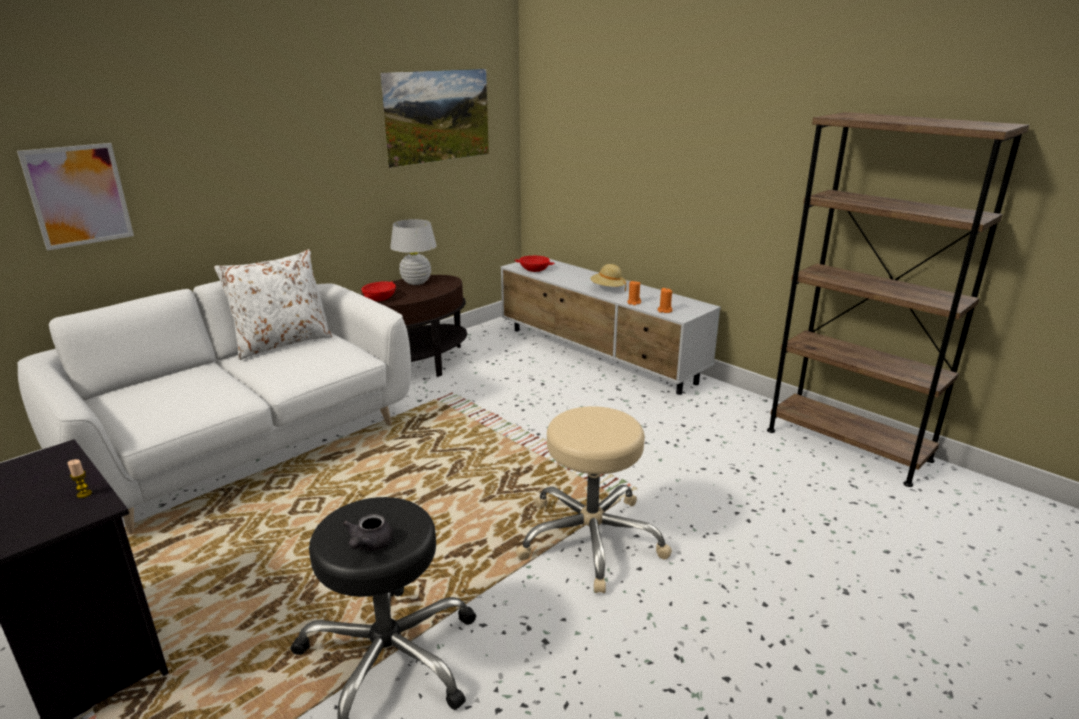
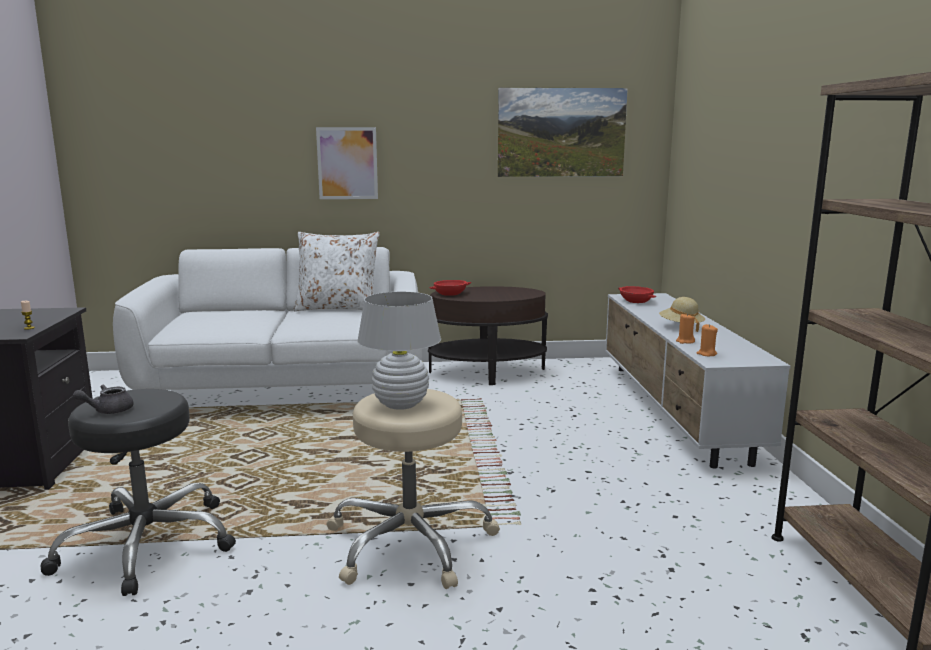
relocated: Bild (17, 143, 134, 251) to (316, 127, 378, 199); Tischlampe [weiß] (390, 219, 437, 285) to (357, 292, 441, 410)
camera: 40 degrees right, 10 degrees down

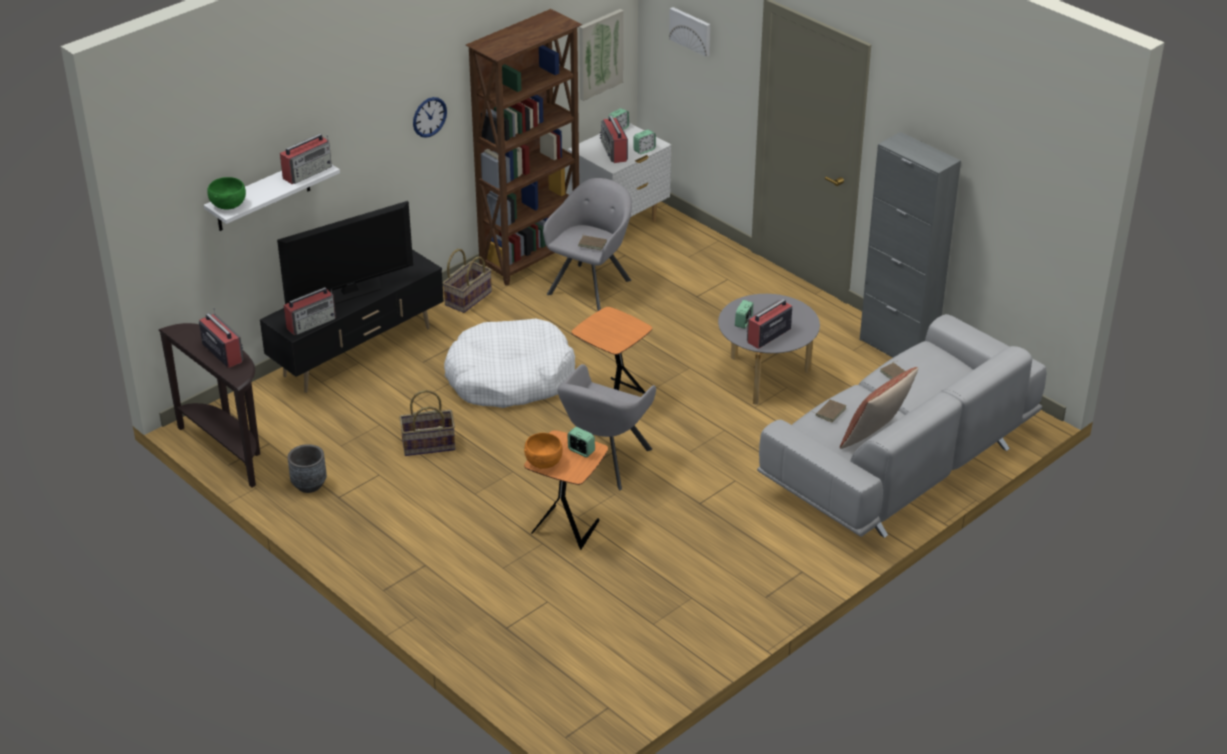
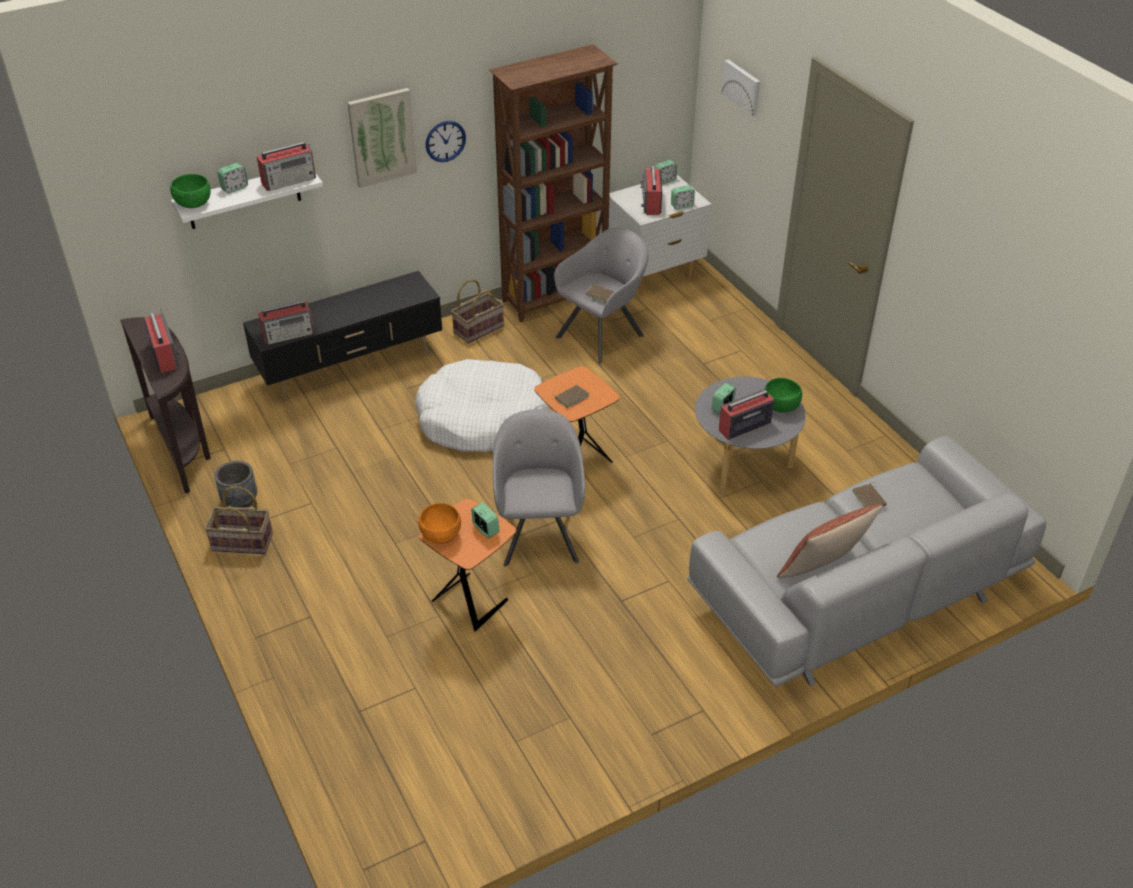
missing: Fernseher (277, 201, 413, 304); Schrank [grau] (860, 132, 961, 358)
appeared: Wecker (217, 163, 248, 193); Schüssel [grün] (764, 378, 802, 413)
relocated: Korb (399, 390, 455, 456) to (204, 486, 273, 554); Bild (579, 9, 624, 101) to (347, 88, 417, 188); Buch [braun] (811, 400, 846, 423) to (551, 385, 589, 408)
spun: Sessel [grau] (557, 364, 656, 490) = (493, 409, 585, 567) 135 degrees clockwise
camera: 15 degrees right, 5 degrees up

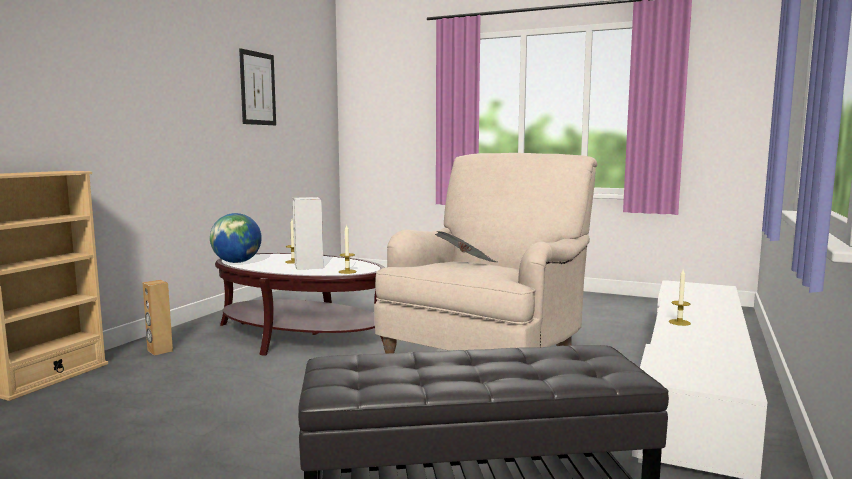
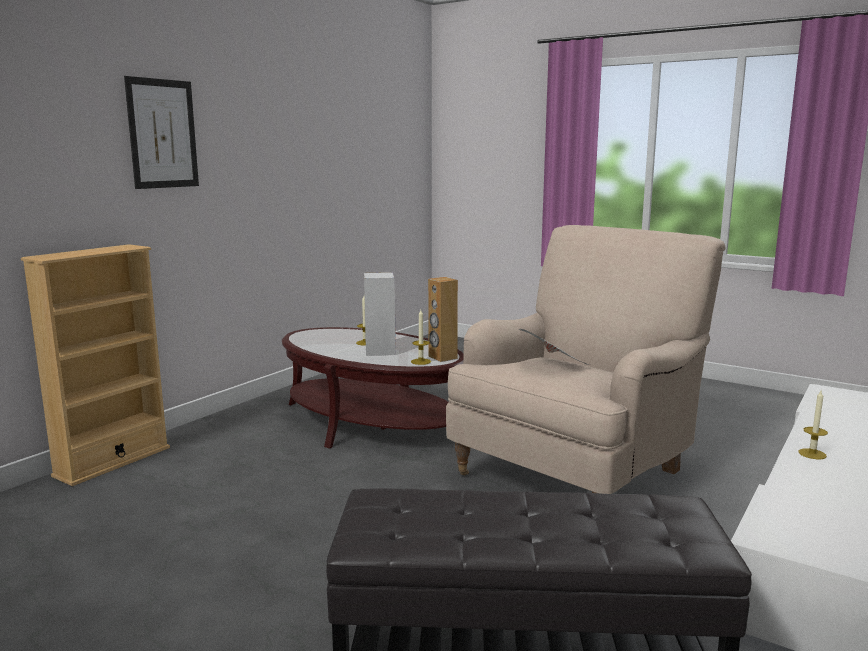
missing: Globus (210, 213, 262, 263)
relocated: Lautsprecher [braun] (142, 280, 173, 356) to (428, 277, 458, 362); Bild (239, 48, 276, 125) to (124, 76, 199, 189)
camera: 10 degrees right, 5 degrees up

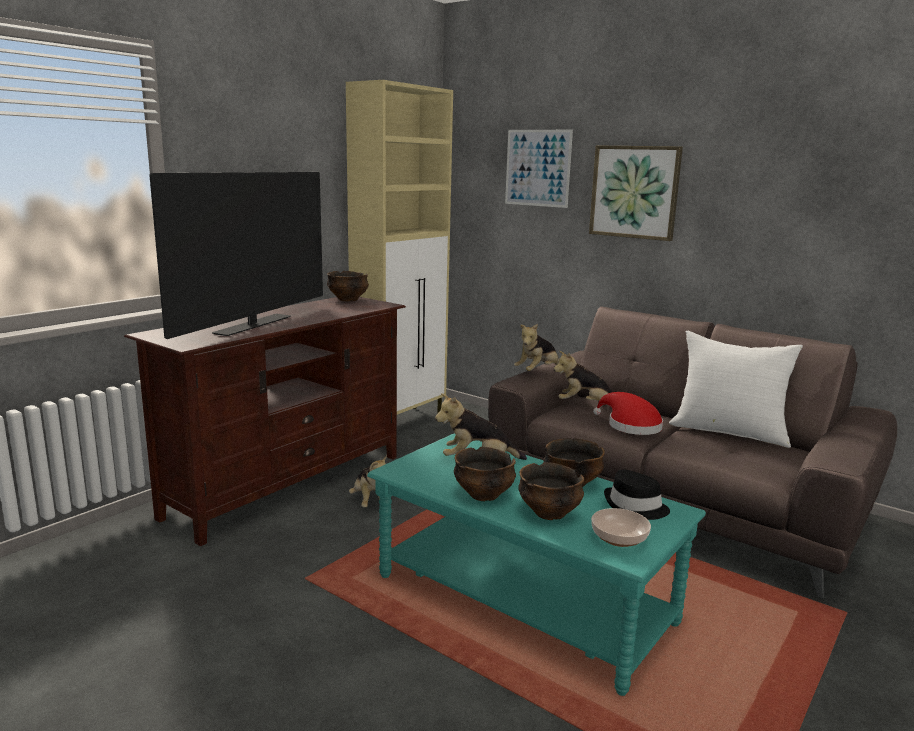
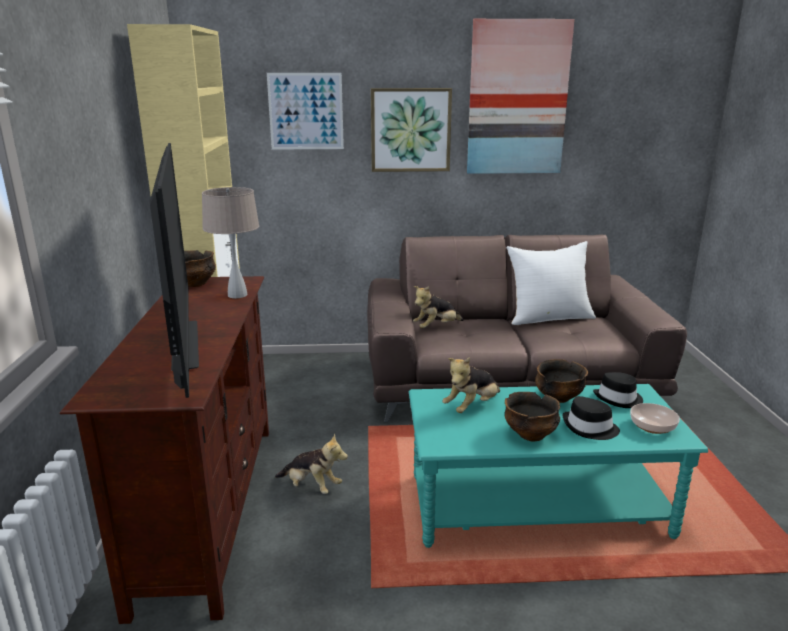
missing: Plüschtier (514, 324, 559, 371); Hut [rot] (593, 392, 663, 435)
appeared: Tischlampe [beige] (202, 187, 259, 298); Bild (467, 19, 575, 174)
exchanged: Schüssel (518, 462, 584, 520) to Hut [schwarz] (563, 396, 620, 440)
camera: 40 degrees left, 5 degrees up

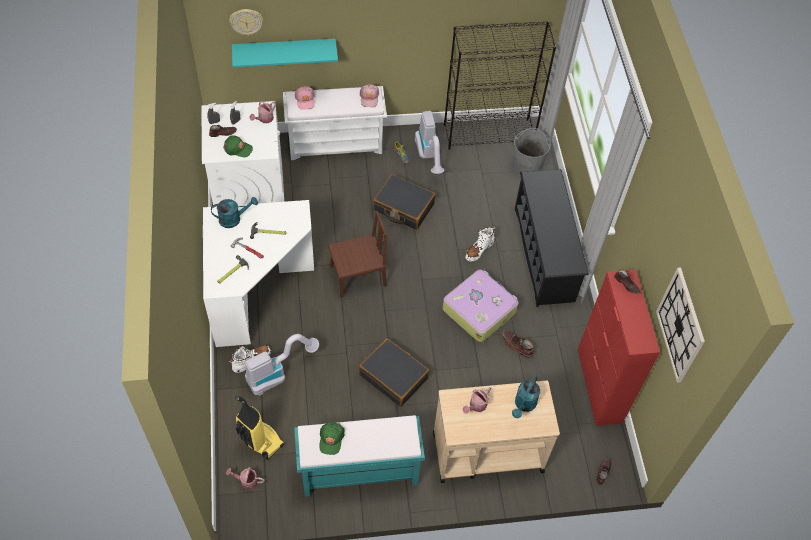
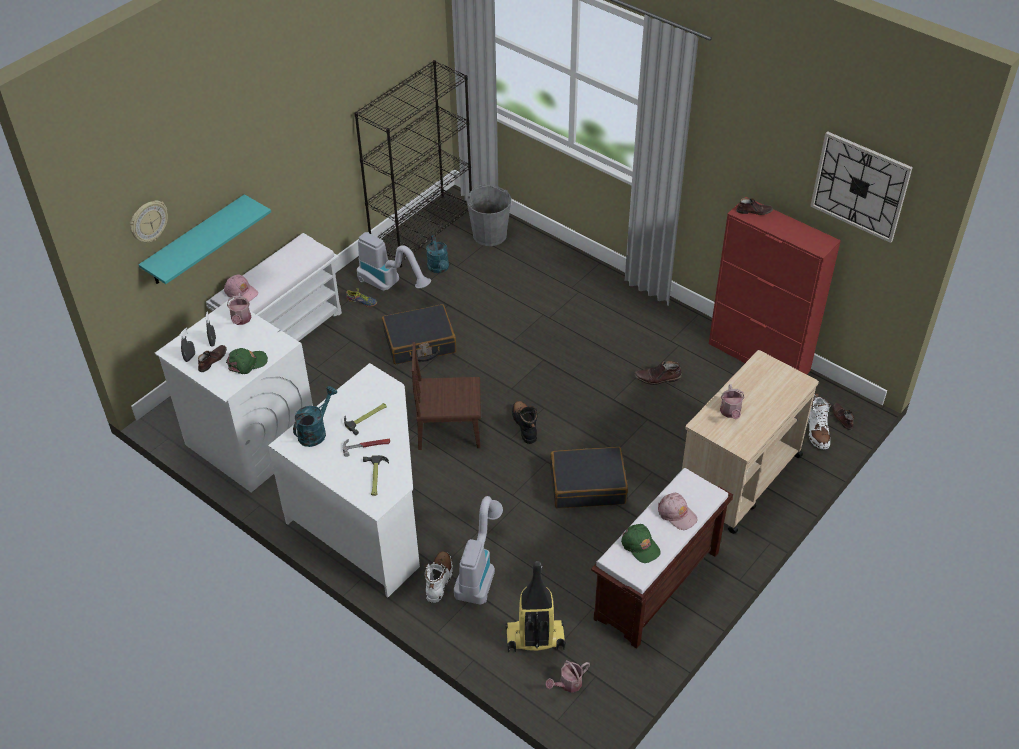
missing: Koffer (443, 270, 519, 342); Schuhregal [schwarz] (515, 169, 589, 307)
appeared: Stiefel [schwarz] (512, 401, 537, 444)
relocated: Kappe [rosa] (360, 84, 379, 107) to (658, 493, 698, 530); Stiefel [weiß] (465, 226, 495, 262) to (808, 393, 831, 449); Gießkanne [türkis] (512, 375, 540, 418) to (426, 235, 449, 273)
colour: Bank [türkis] (294, 415, 425, 497) to Bank [braun] (591, 468, 733, 649)
spun: Stuhl [braun] (328, 211, 387, 297) = (412, 342, 481, 450) 120 degrees counterclockwise
camera: 40 degrees left, 10 degrees down

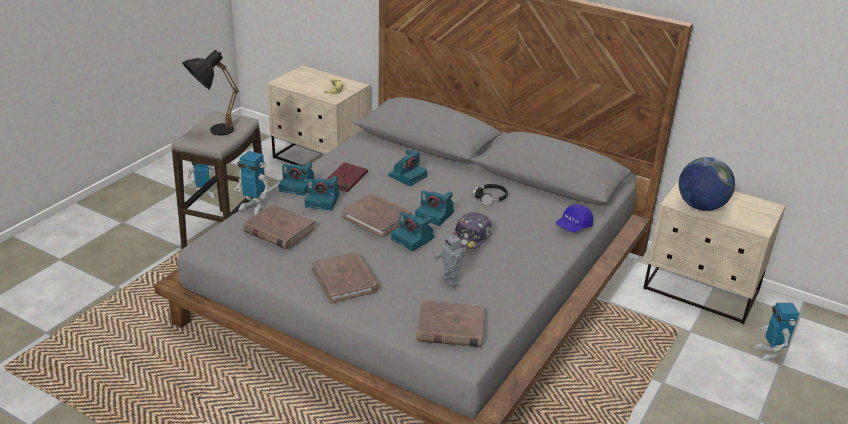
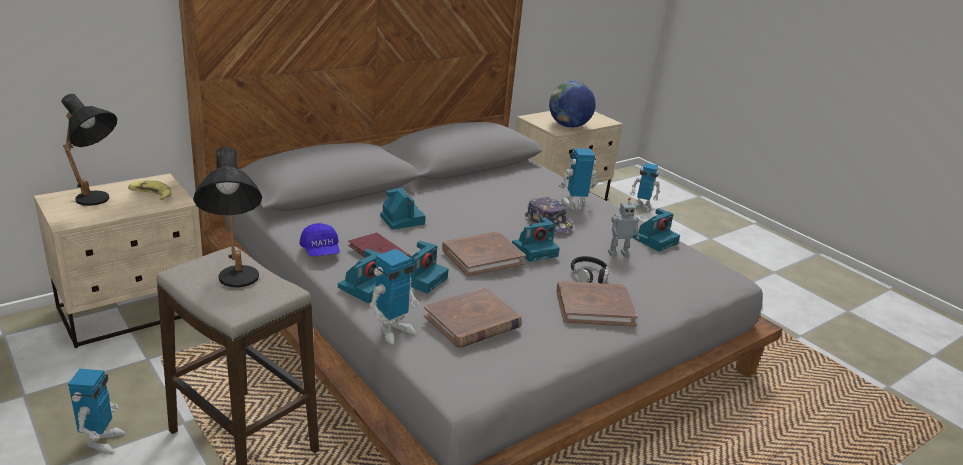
missing: Buch [braun] (417, 300, 484, 347)
appeared: Tischlampe [schwarz] (62, 94, 117, 206); Spielzeugroboter (558, 148, 598, 210)
relocated: Kamera (415, 190, 454, 226) to (632, 208, 680, 251); Kopfhörer [schwarz] (473, 184, 508, 206) to (571, 256, 609, 284); Kappe [blau] (556, 205, 593, 232) to (300, 223, 340, 256)
camera: 70 degrees left, 5 degrees down

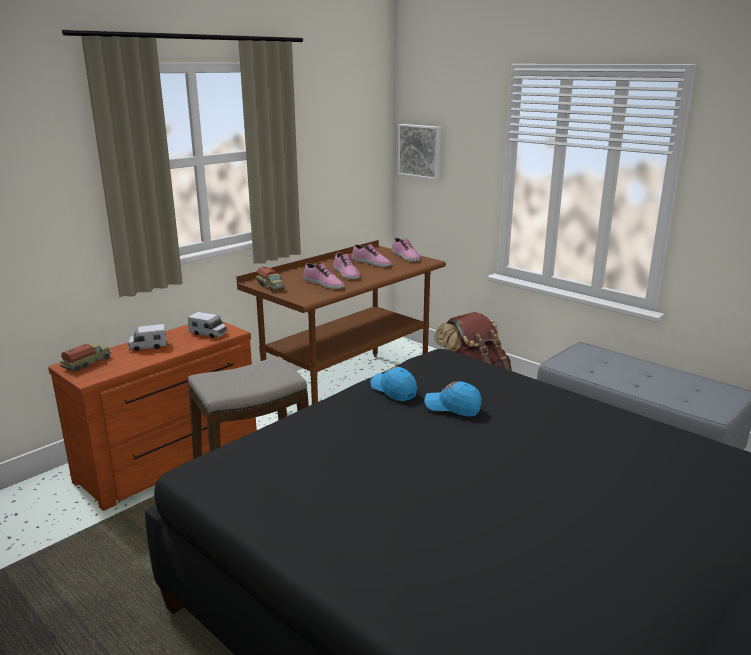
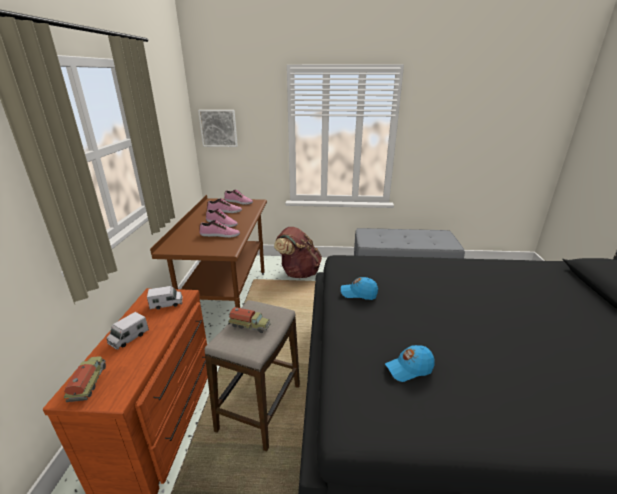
relocated: Spielzeuglaster (256, 266, 285, 291) to (228, 307, 271, 333); Kappe [blau] (424, 382, 481, 417) to (385, 345, 434, 382)
camera: 40 degrees left, 5 degrees up

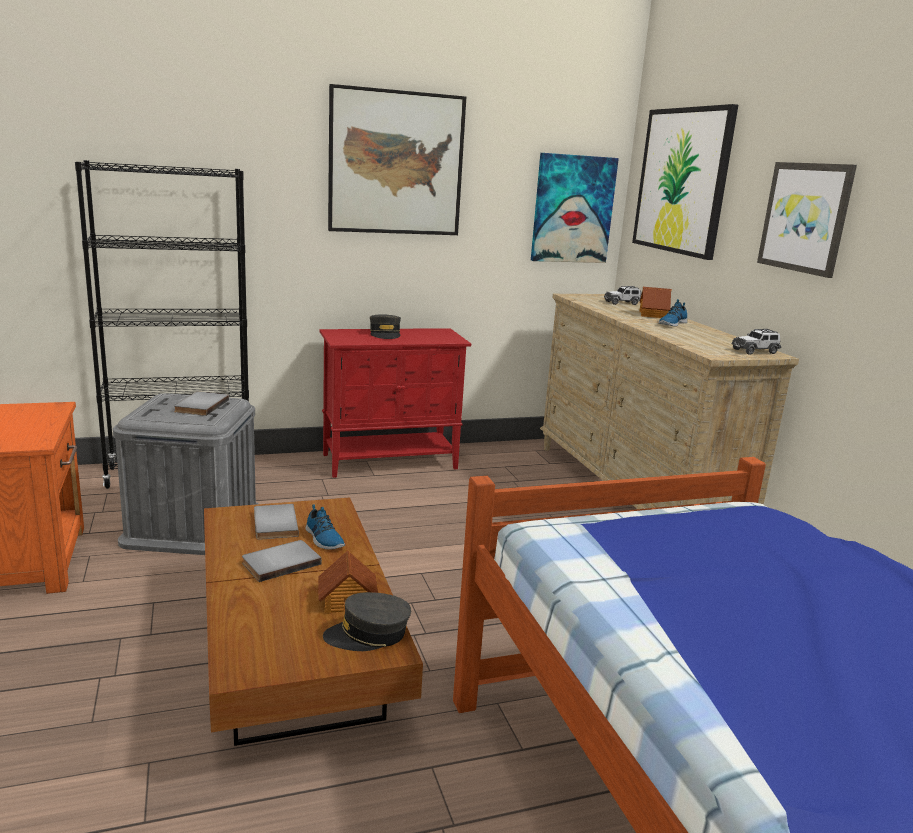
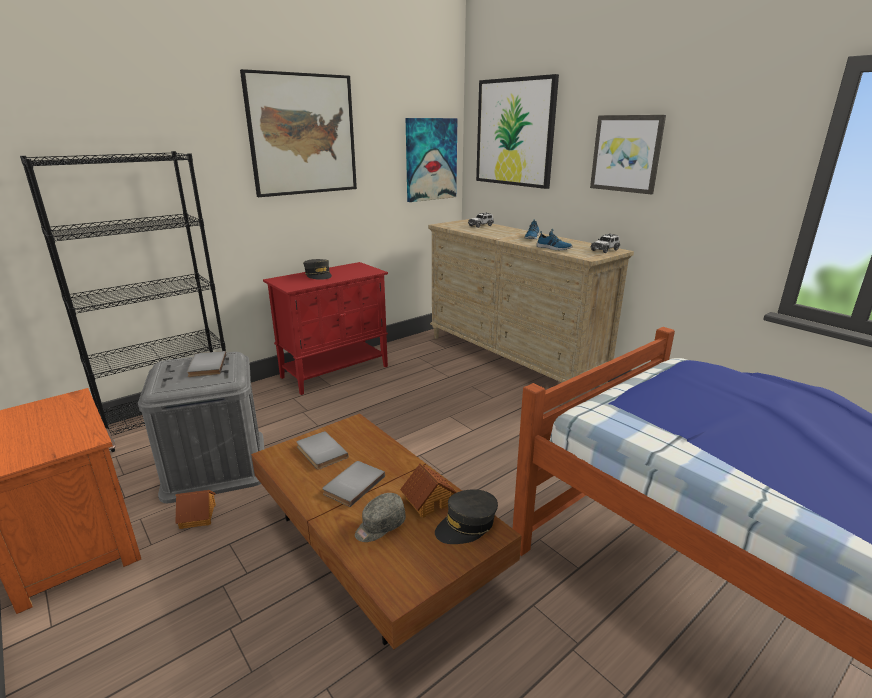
appeared: Kappe [grau] (355, 493, 406, 542)
relocated: Schuh (305, 504, 345, 550) to (536, 231, 573, 250); Spielzeughaus (639, 287, 672, 318) to (175, 490, 216, 529)
camera: 20 degrees left, 5 degrees up

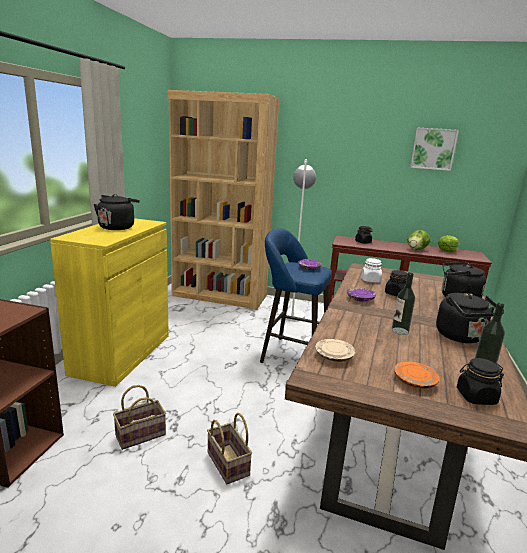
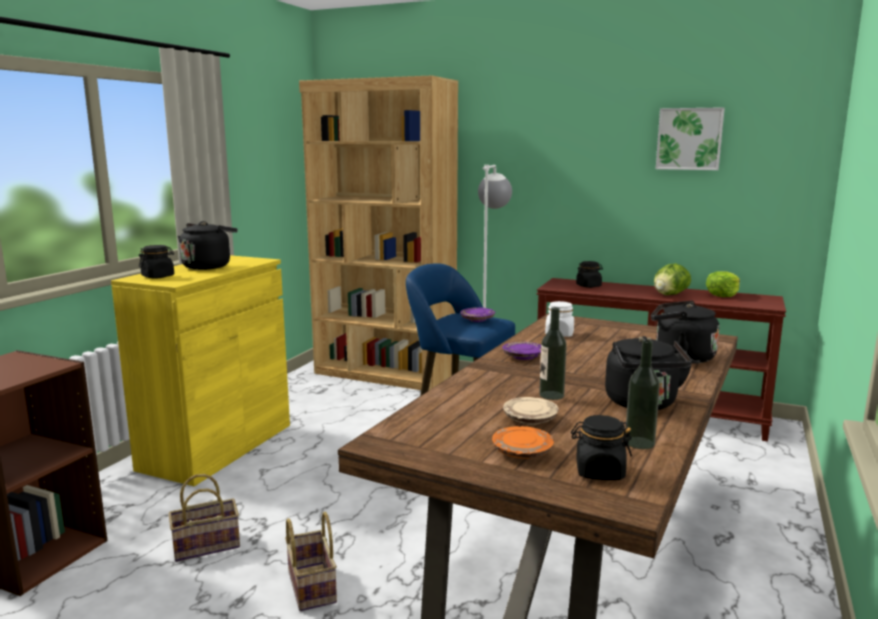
relocated: Teller [beige] (315, 339, 355, 362) to (503, 397, 559, 425); Vorratsglas [schwarz] (385, 270, 408, 296) to (139, 245, 174, 278)
camera: 10 degrees right, 5 degrees down

